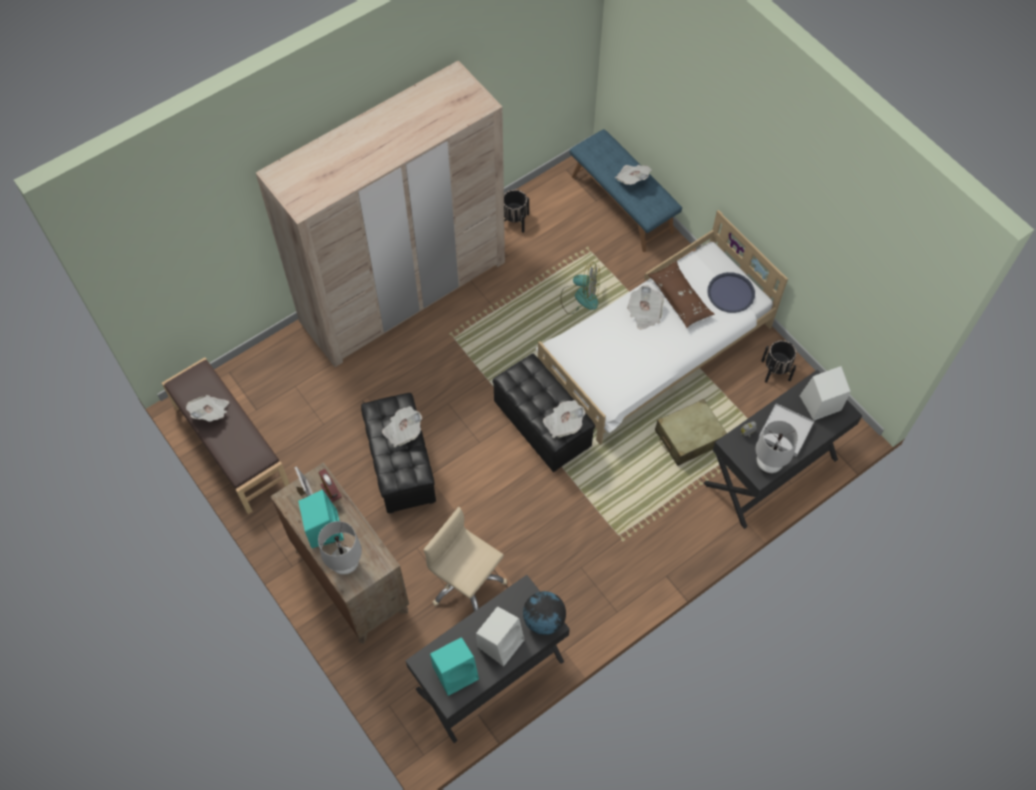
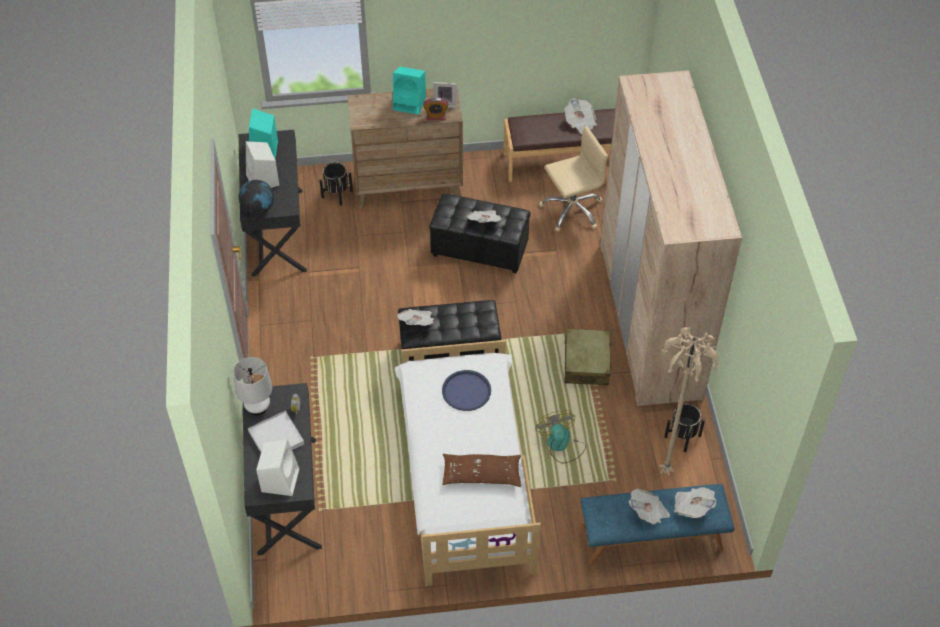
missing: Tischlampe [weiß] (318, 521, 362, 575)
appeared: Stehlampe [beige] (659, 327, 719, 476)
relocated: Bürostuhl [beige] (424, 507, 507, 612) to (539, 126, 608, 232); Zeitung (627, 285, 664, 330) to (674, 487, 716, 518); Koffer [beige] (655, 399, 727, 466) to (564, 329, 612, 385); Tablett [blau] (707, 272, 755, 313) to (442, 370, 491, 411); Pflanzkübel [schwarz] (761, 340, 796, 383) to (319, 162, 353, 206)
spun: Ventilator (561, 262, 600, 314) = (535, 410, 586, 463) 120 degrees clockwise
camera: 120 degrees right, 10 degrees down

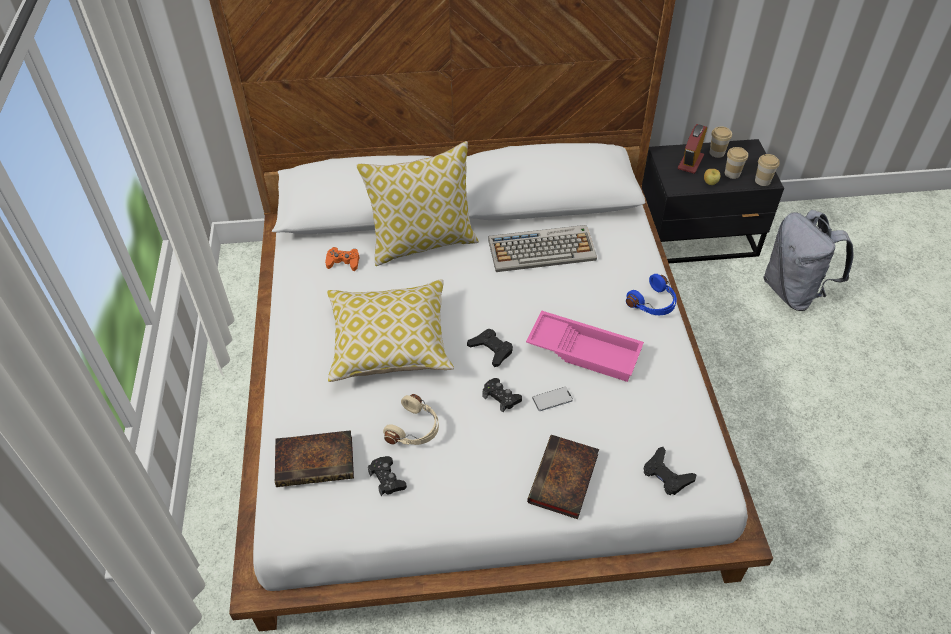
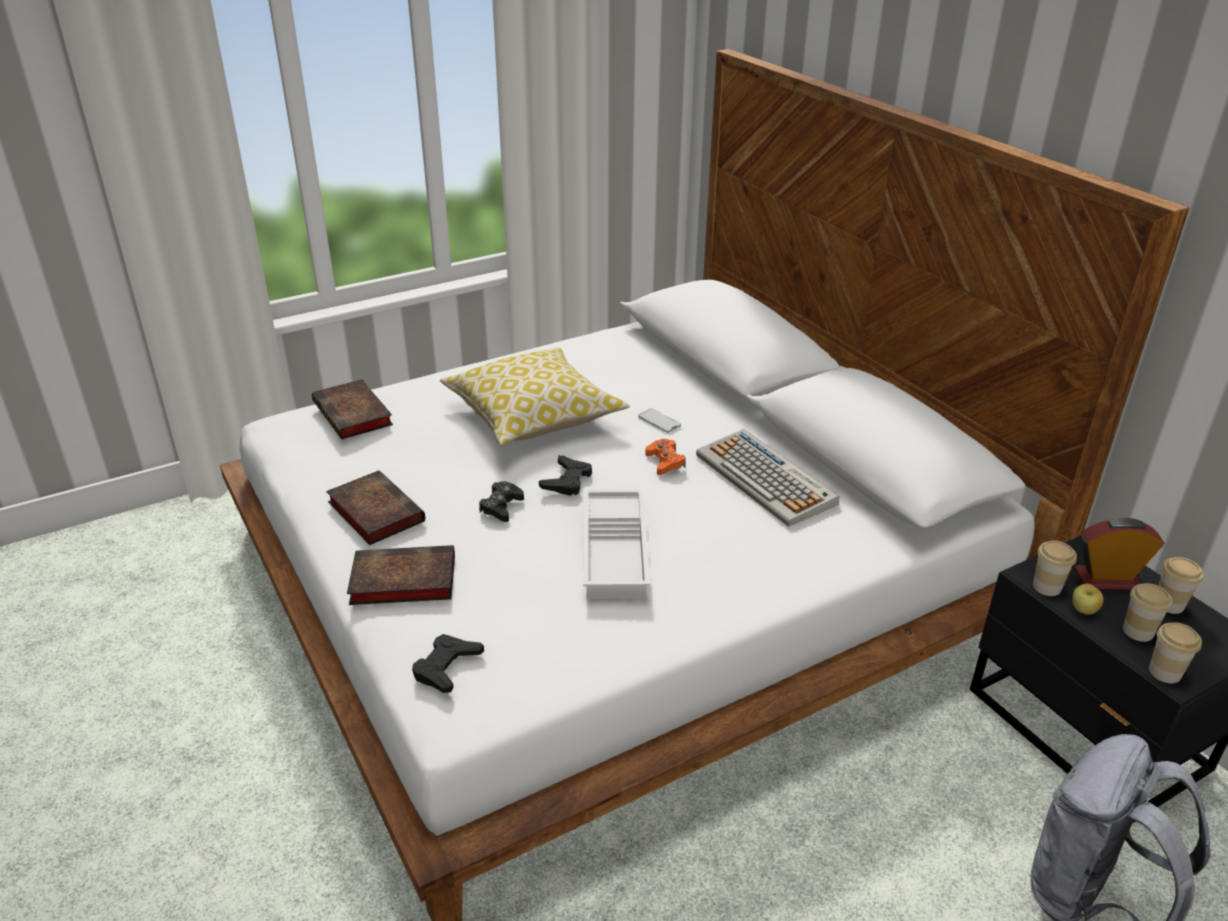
missing: Kissen (356, 141, 479, 266); Gamepad [schwarz] (368, 456, 407, 496); Kopfhörer [beige] (383, 394, 439, 445); Kopfhörer [blau] (626, 274, 677, 315)
appeared: Buch (326, 470, 425, 545); Tasse (1033, 541, 1077, 596)
relocated: Gamepad [orange] (325, 247, 360, 271) to (645, 439, 686, 475); Handy (532, 387, 573, 411) to (638, 409, 681, 433)
colour: Tablett [rosa] (526, 310, 644, 382) to Tablett [weiß] (583, 489, 650, 599)
camera: 65 degrees right, 15 degrees down

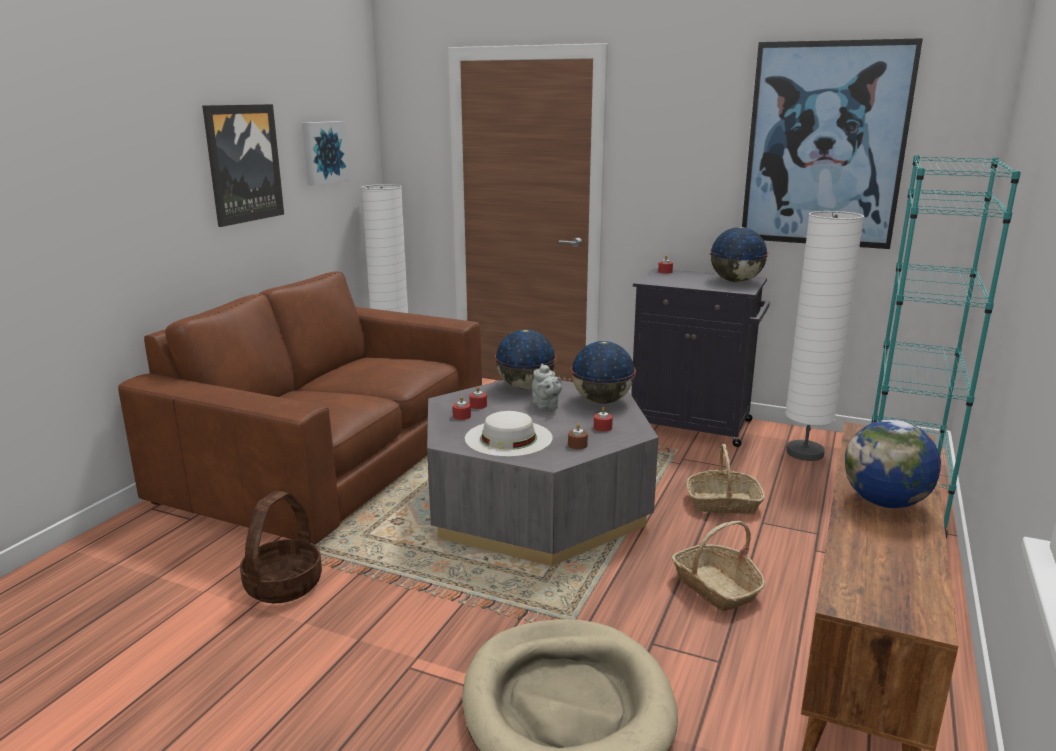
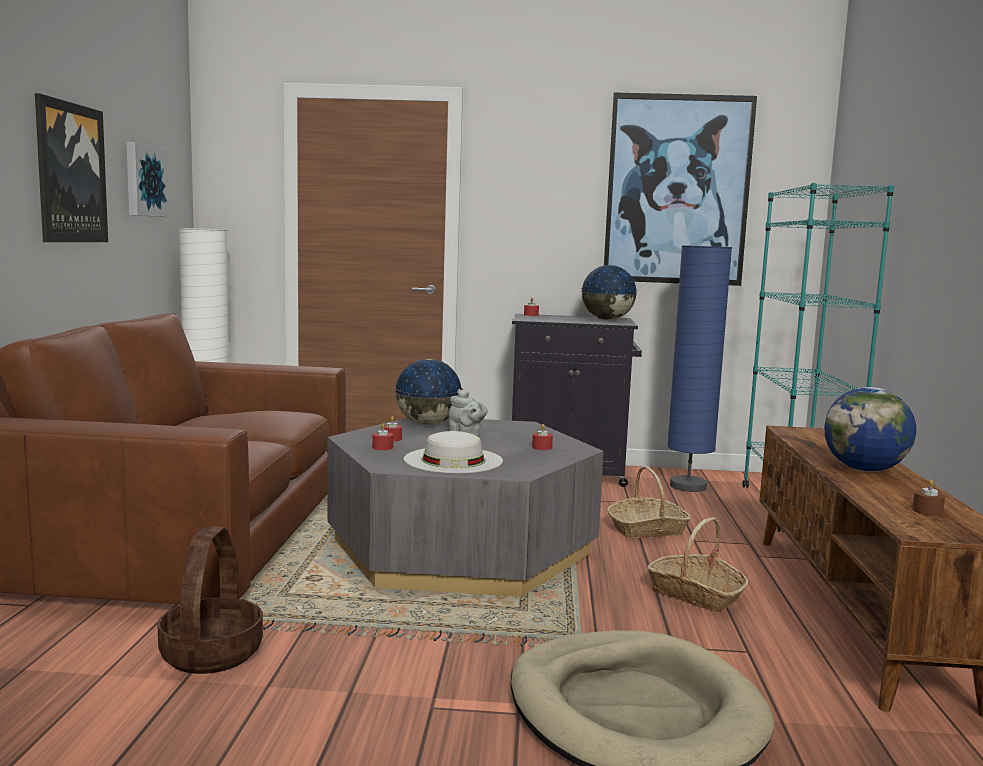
missing: Globus (570, 341, 636, 404)
relocated: Kerze [braun] (568, 424, 588, 449) to (912, 480, 945, 516)
colour: Stehlampe [weiß] (785, 211, 864, 461) to Stehlampe [blau] (667, 245, 732, 492)
camera: 20 degrees left, 10 degrees down

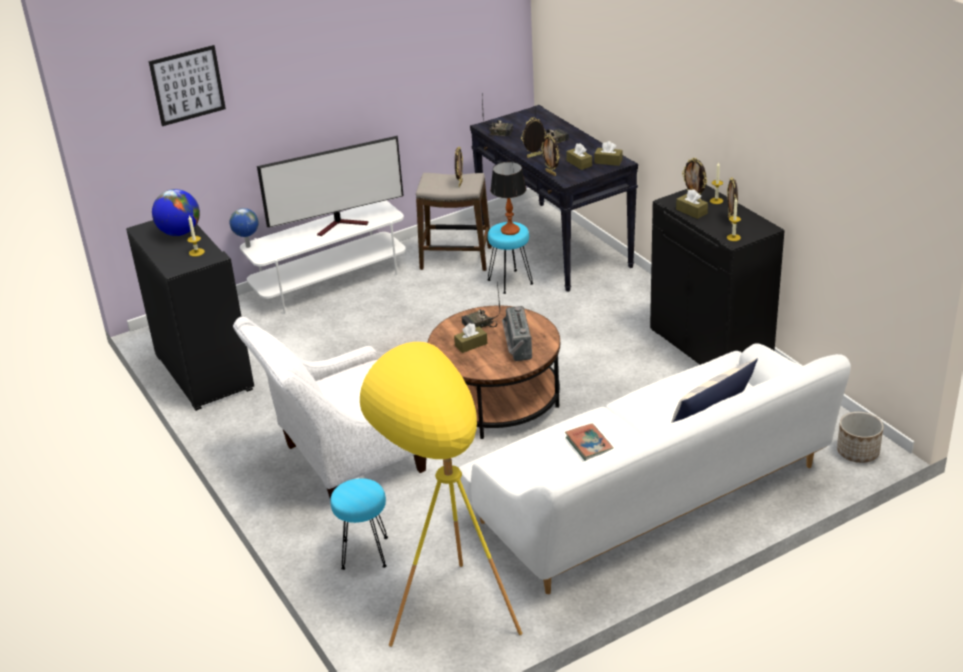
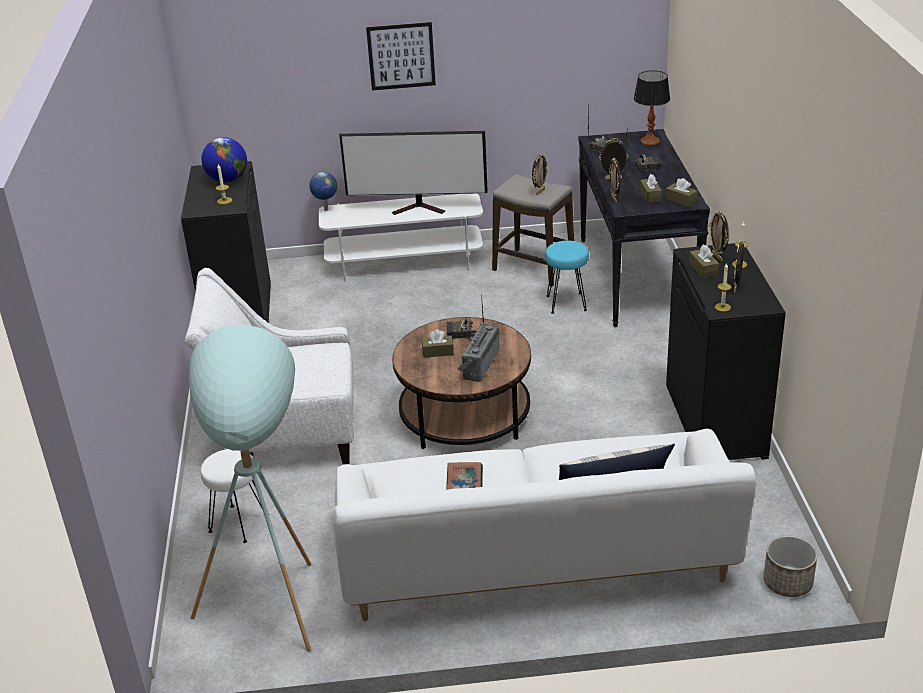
relocated: Bild (149, 45, 226, 126) to (366, 22, 436, 91); Tischlampe (490, 162, 526, 235) to (634, 70, 670, 146)
colour: Hocker [türkis] (330, 478, 388, 570) to Hocker [weiß] (201, 449, 268, 543); Stehlampe [gelb] (360, 342, 523, 647) to Stehlampe [türkis] (189, 325, 311, 652)
camera: 25 degrees right, 0 degrees up

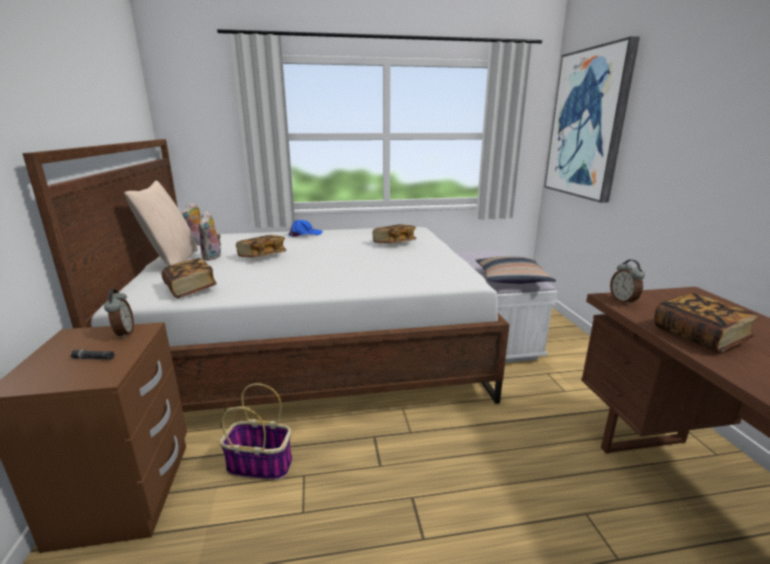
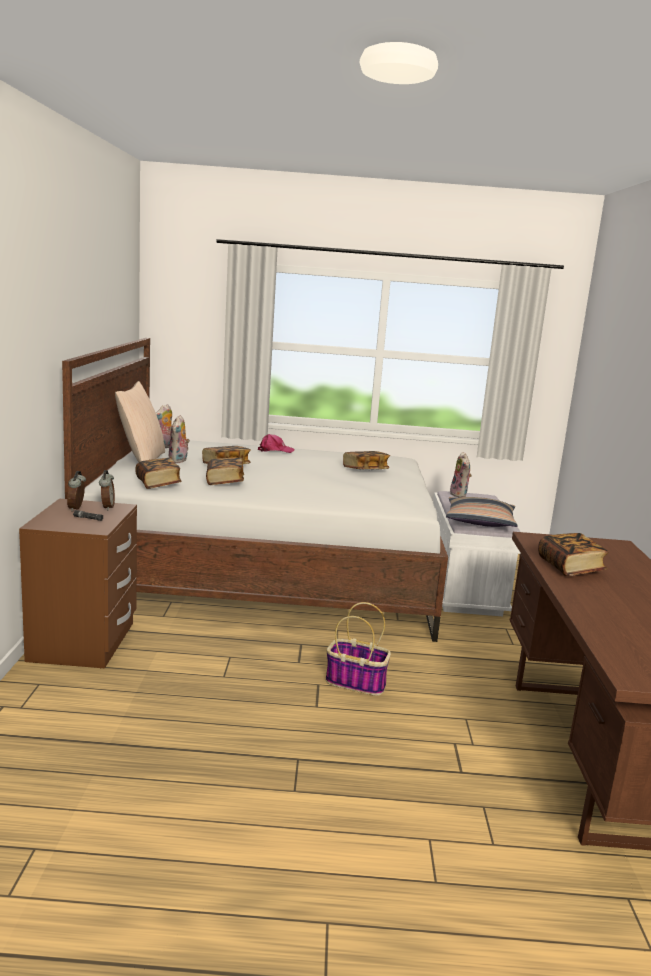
missing: Bild (544, 36, 640, 203)
appeared: Buch (206, 458, 244, 485); Plüschtier (450, 452, 472, 497)
relocated: Korb (220, 383, 292, 480) to (326, 602, 391, 696); Wecker (610, 260, 645, 306) to (67, 471, 86, 511)
colour: Kappe [blau] (289, 220, 323, 237) to Kappe [rosa] (258, 434, 294, 453)
camera: 10 degrees right, 5 degrees down

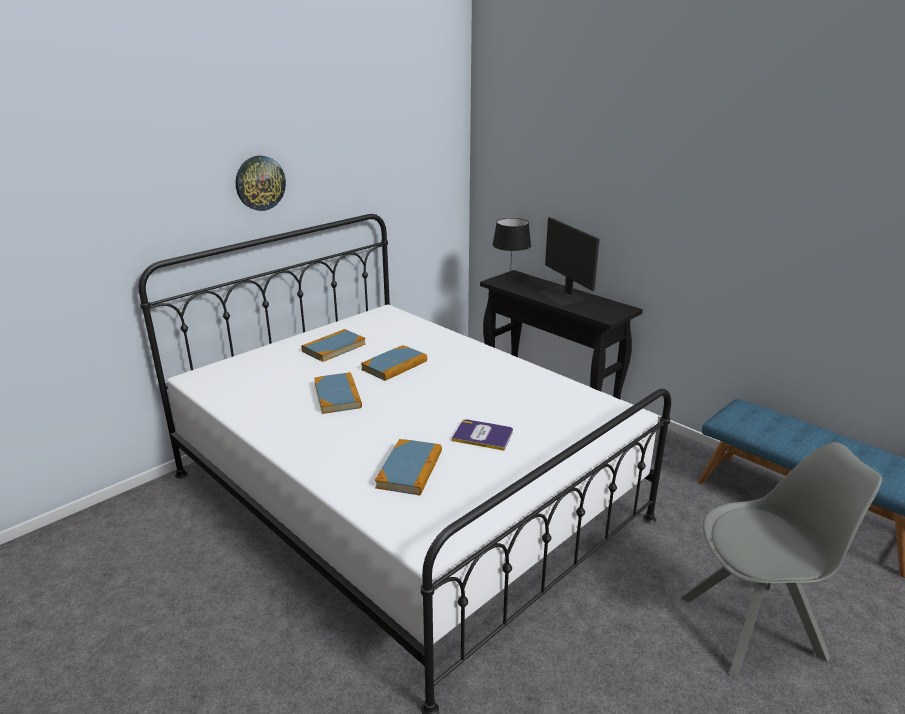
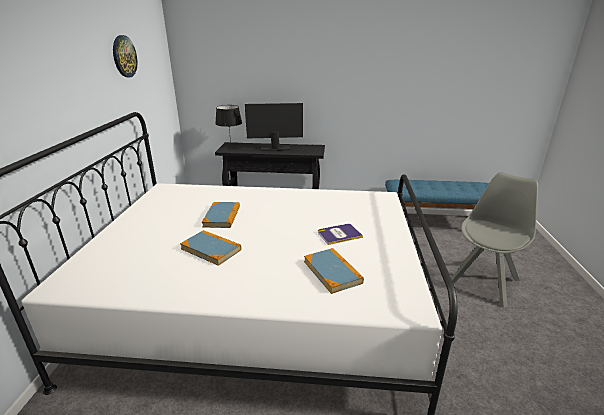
missing: Buch (301, 329, 366, 362)
relocated: Wanduhr (236, 155, 286, 211) to (113, 35, 137, 77)
spun: Monitor (539, 217, 600, 305) = (245, 103, 303, 151) 150 degrees clockwise
camera: 40 degrees left, 0 degrees up

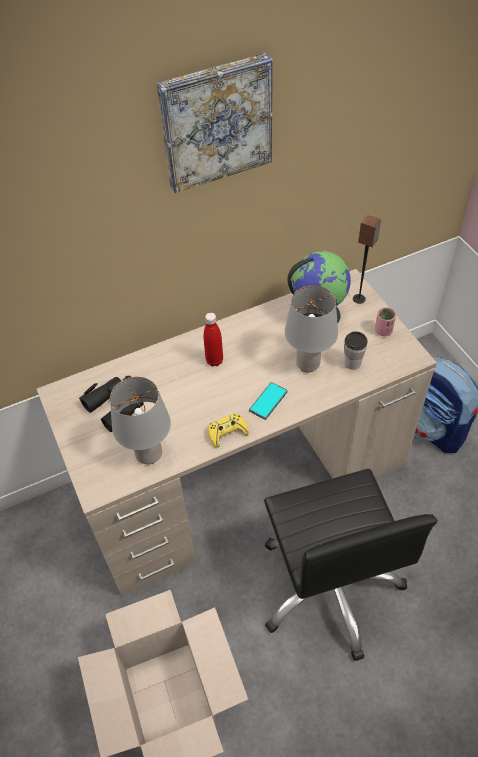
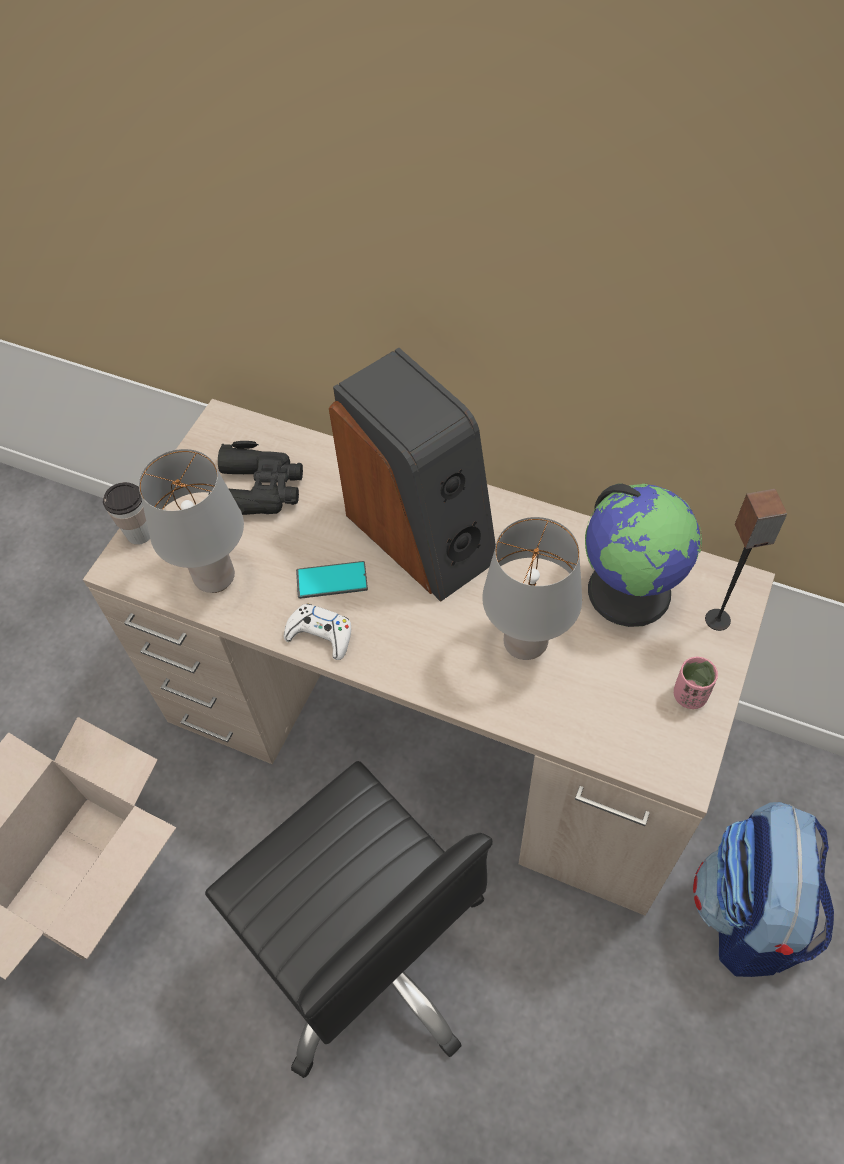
missing: Bild (157, 53, 273, 193)
relocated: Handy (249, 382, 288, 420) to (296, 561, 368, 599); Tasse (344, 331, 368, 370) to (103, 482, 150, 545)
exchanged: Flasche [rot] (203, 313, 223, 366) to Lautsprecher (329, 348, 496, 602)
colour: Gamepad [gelb] (208, 414, 249, 448) to Gamepad [weiß] (284, 603, 351, 660)
spun: Bürostuhl [schwarz] (264, 469, 437, 661) = (205, 761, 493, 1078) 75 degrees counterclockwise
camera: 50 degrees right, 5 degrees up

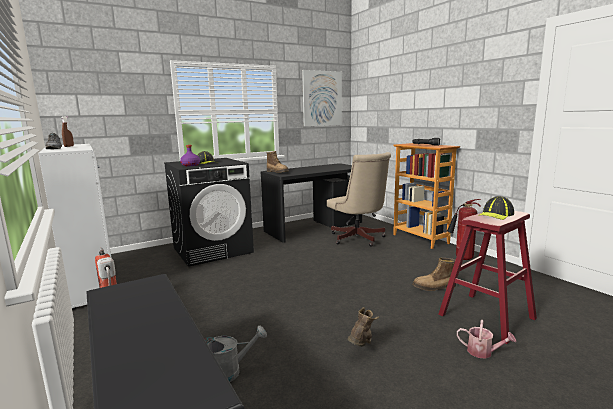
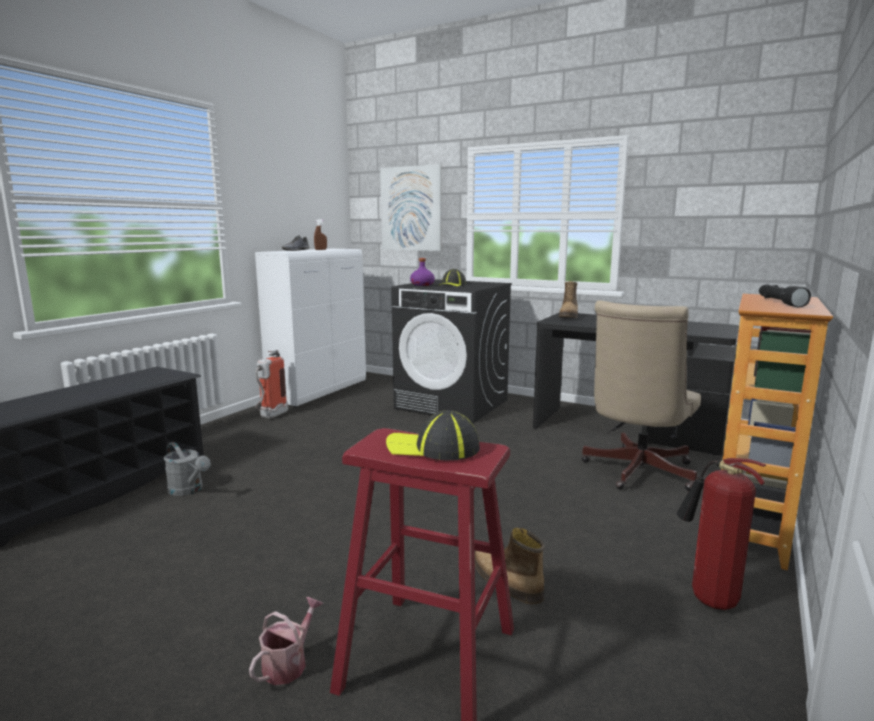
missing: Stiefel [braun] (348, 308, 379, 347)
relocated: Bild (302, 70, 342, 126) to (380, 164, 442, 251)
spun: Gießkanne (457, 320, 517, 359) = (249, 597, 323, 685) 150 degrees counterclockwise
camera: 60 degrees right, 0 degrees up

